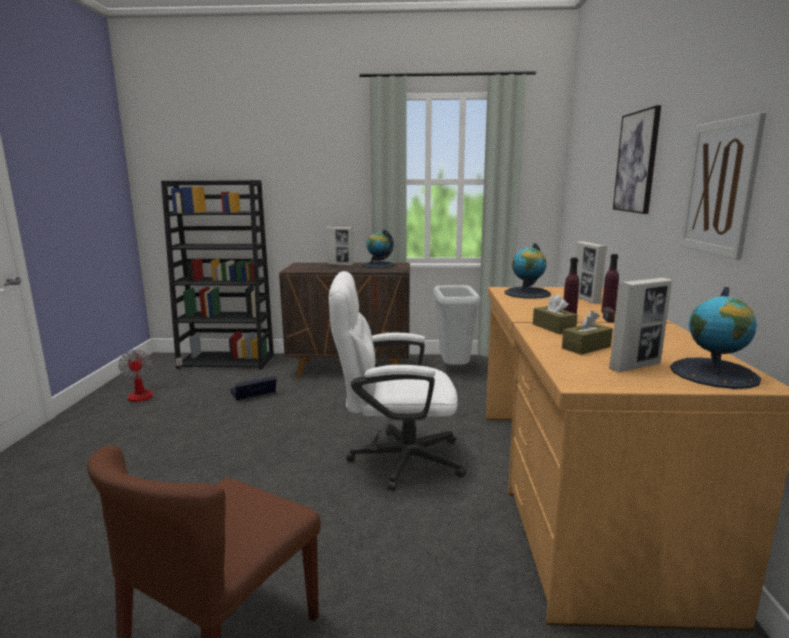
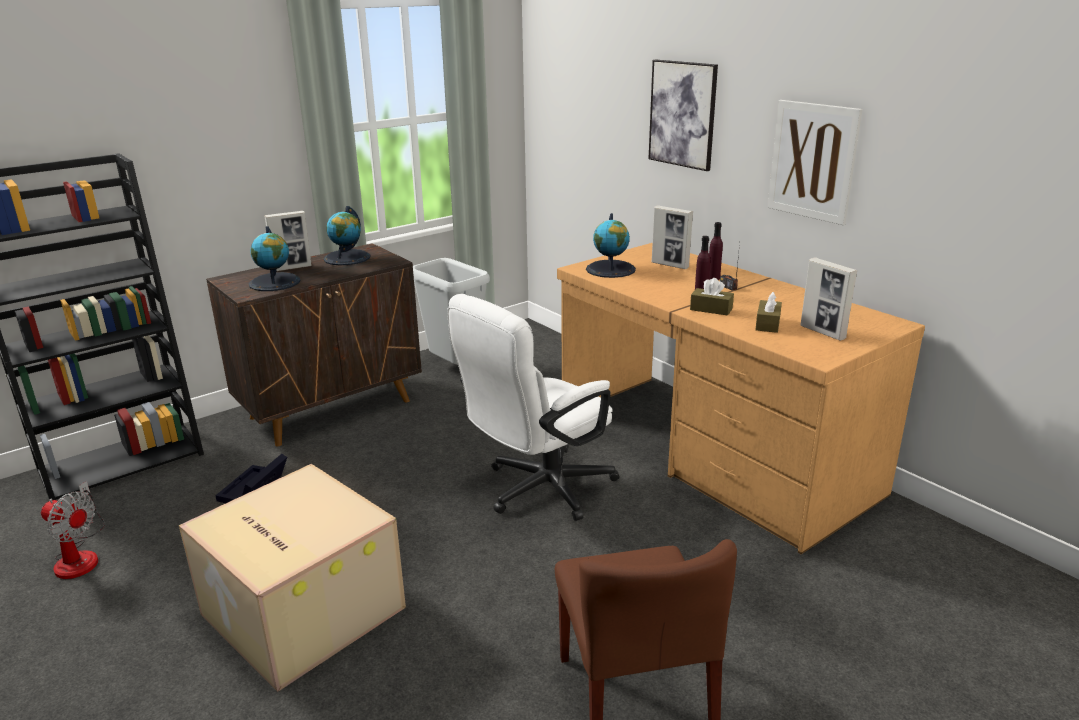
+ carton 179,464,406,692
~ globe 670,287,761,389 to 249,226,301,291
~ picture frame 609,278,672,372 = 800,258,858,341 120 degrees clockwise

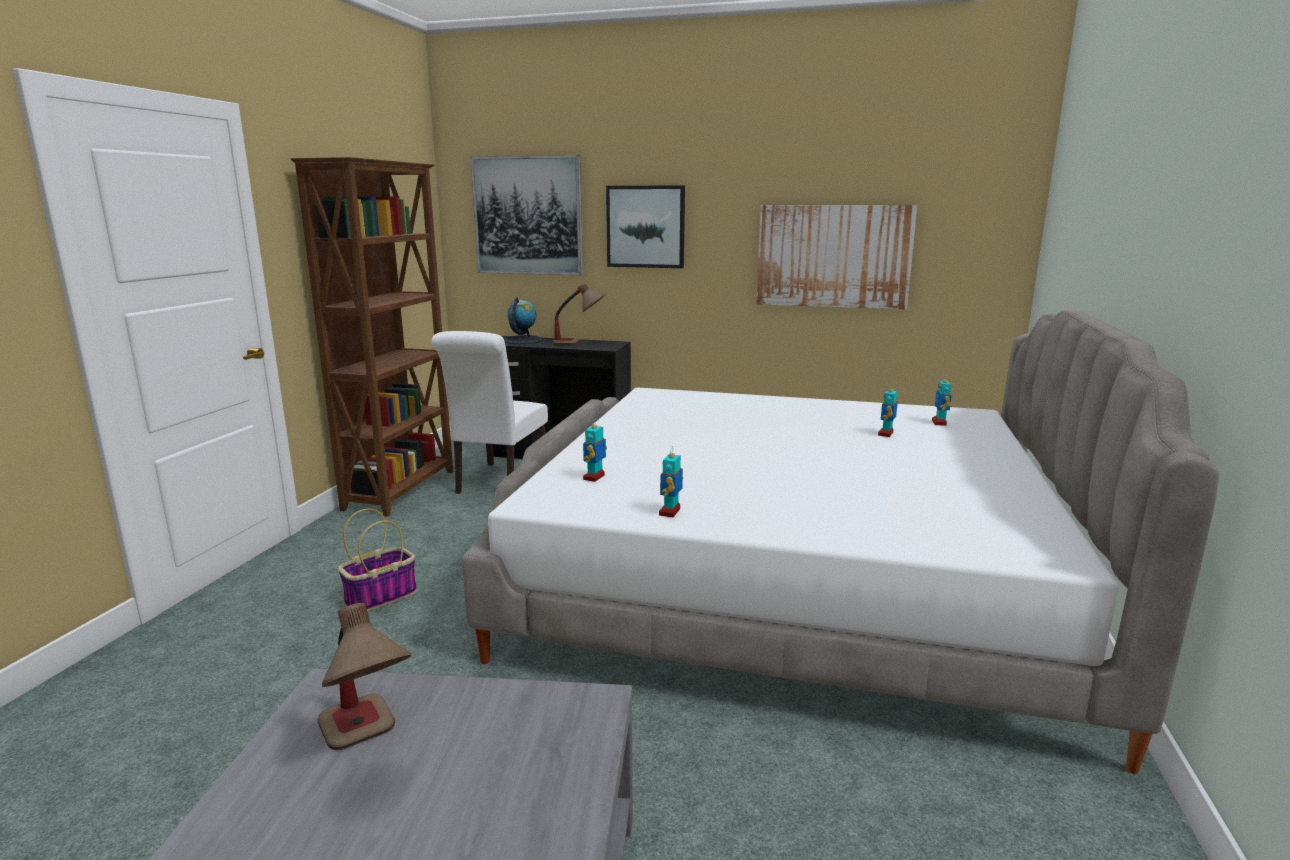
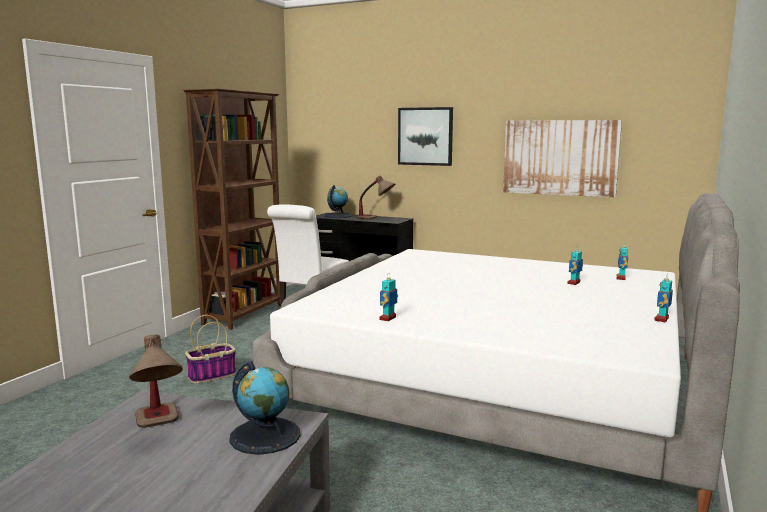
- wall art 470,155,583,275
+ globe 229,361,301,455
~ model robot 583,418,607,482 to 654,274,673,322

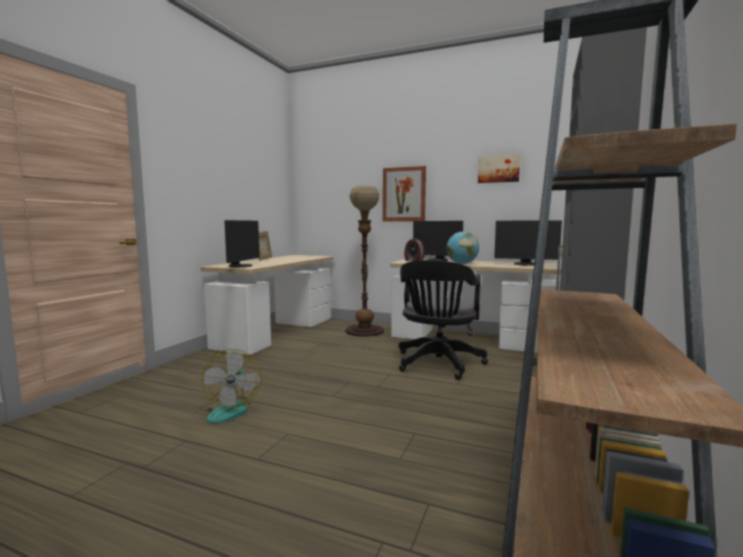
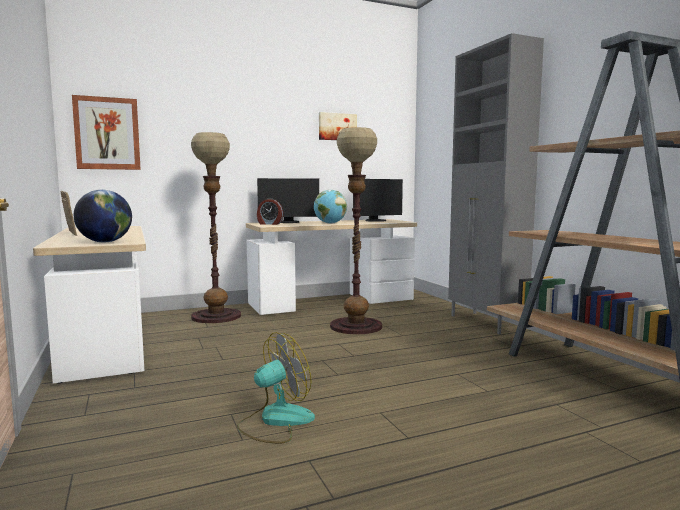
~ wall art 383,166,426,222 to 72,95,141,170
~ computer display 224,220,260,267 to globe 74,190,132,243
~ blackish office chair 398,260,488,380 to floor lamp 330,127,382,334
~ cooling fan 199,349,262,424 = 237,332,315,443 75 degrees counterclockwise

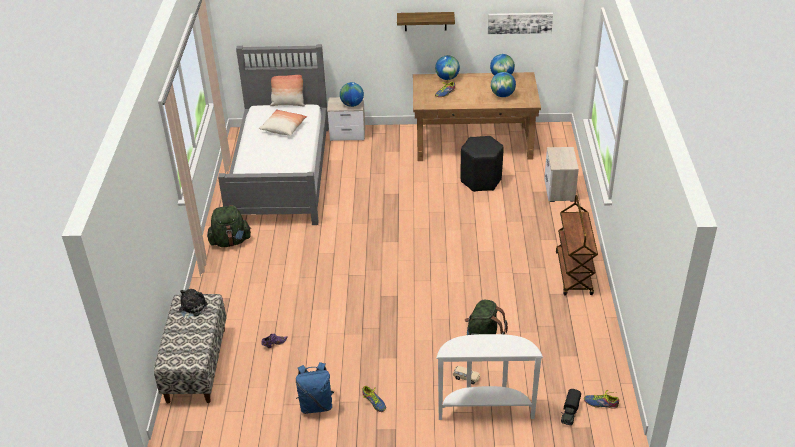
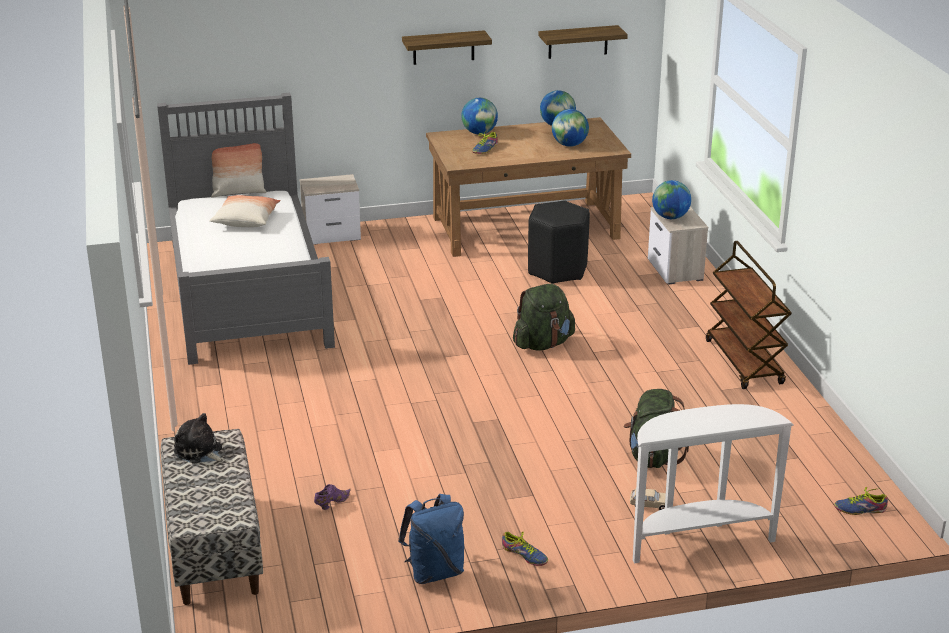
- toy lorry 561,389,581,425
~ green-coloured backpack 207,205,251,247 to 513,284,575,351
~ globe 340,82,364,107 to 652,180,691,219
~ wall art 488,13,553,34 to shelf 539,25,628,59
~ cuddly toy 179,289,207,322 = 173,413,225,464 60 degrees counterclockwise

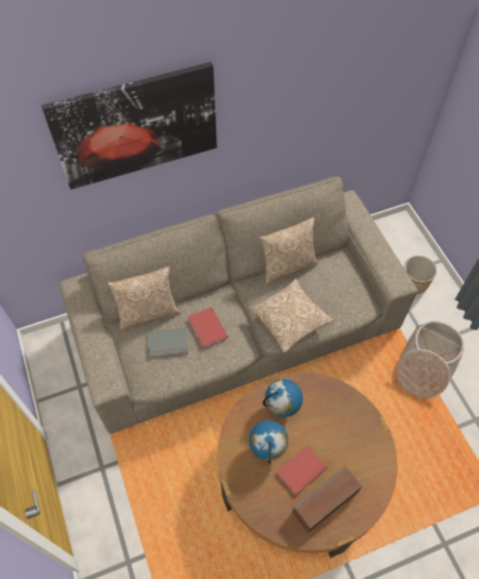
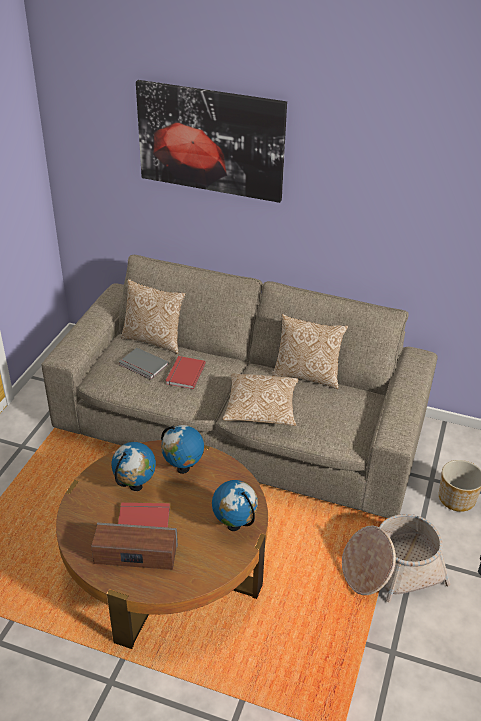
+ globe 212,480,258,531

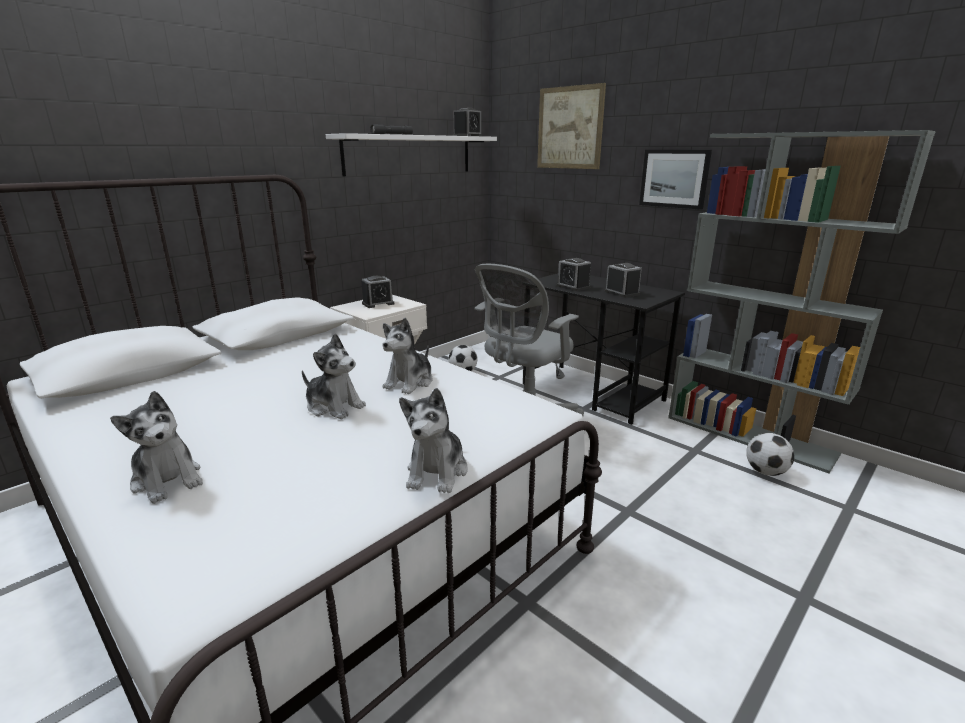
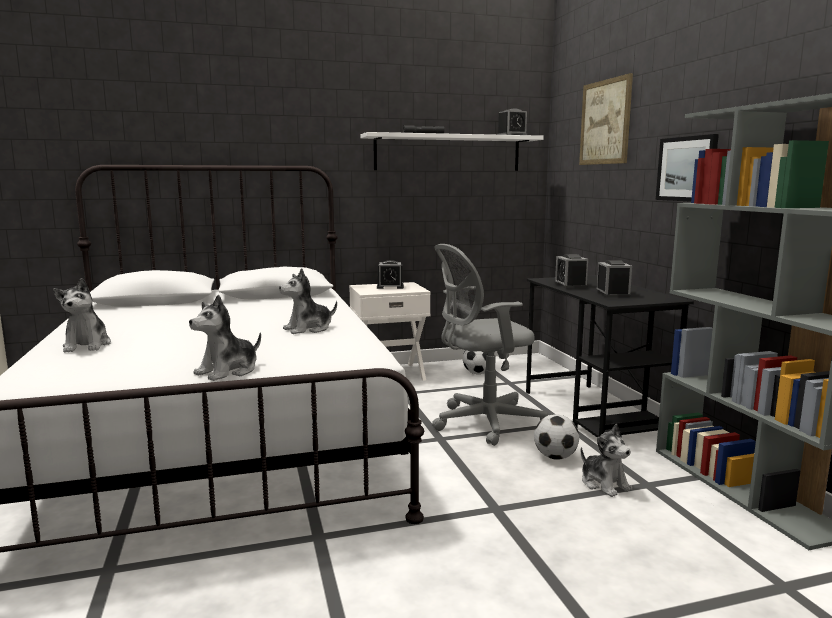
~ cuddly toy 302,333,366,419 to 581,424,632,497
~ ball for football 746,433,794,476 to 534,414,579,460

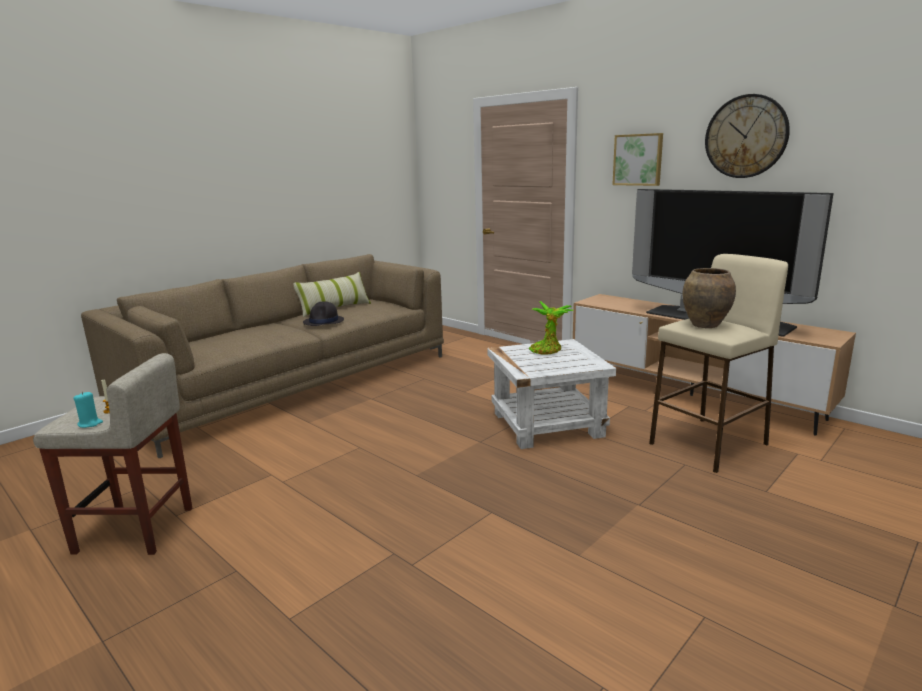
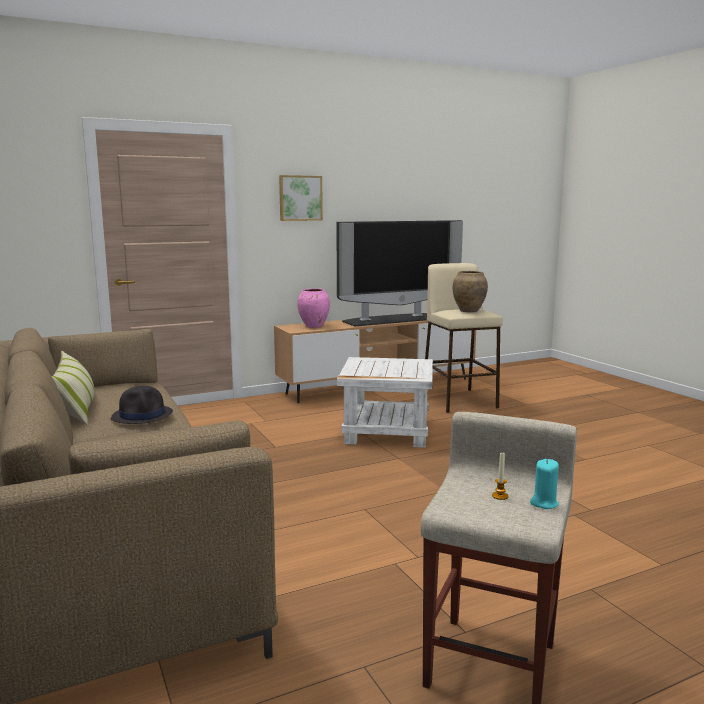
- plant in a pot 529,301,573,354
- wall clock 705,94,790,178
+ pink decorative vase 297,288,330,328

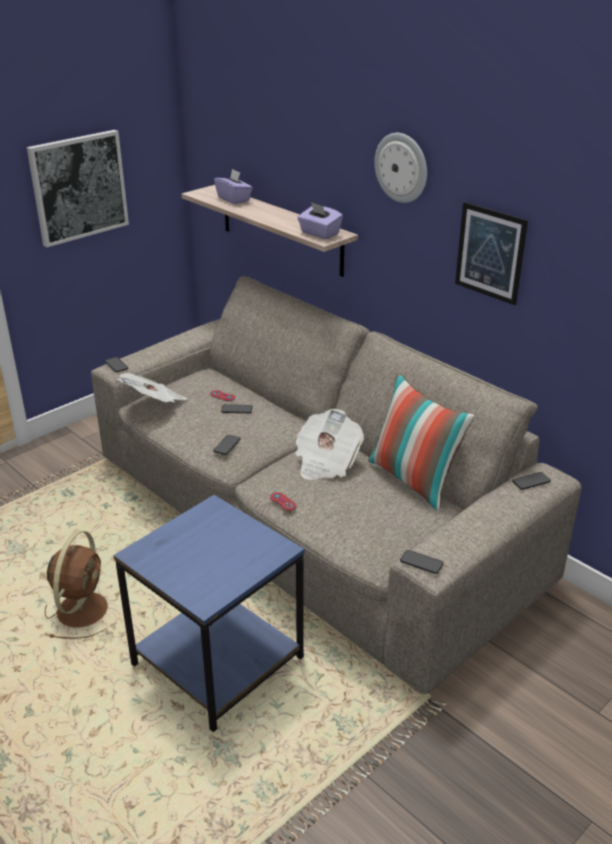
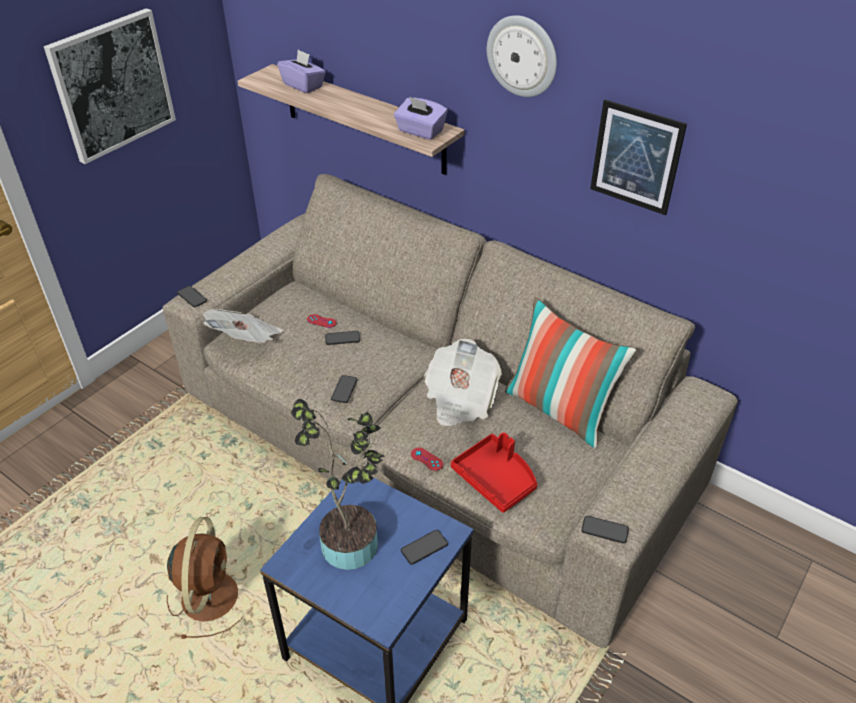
+ plant in a pot 291,399,385,570
+ reddish tray 451,432,537,513
~ phone 512,472,551,490 to 401,530,448,565

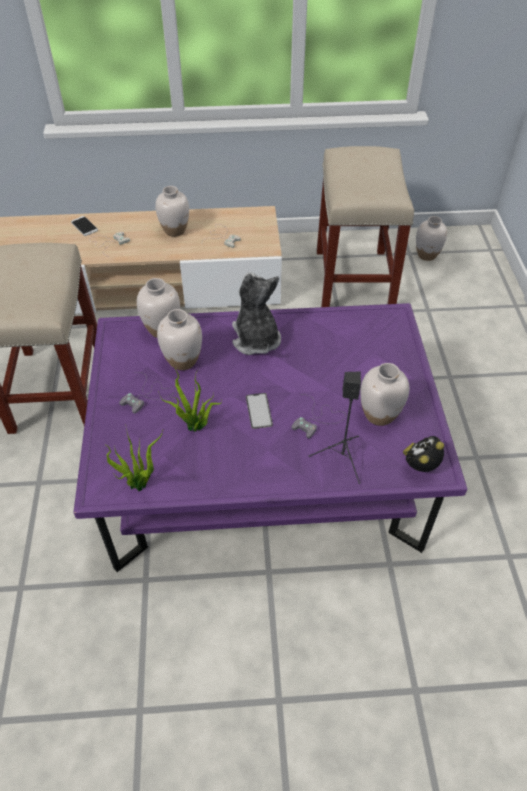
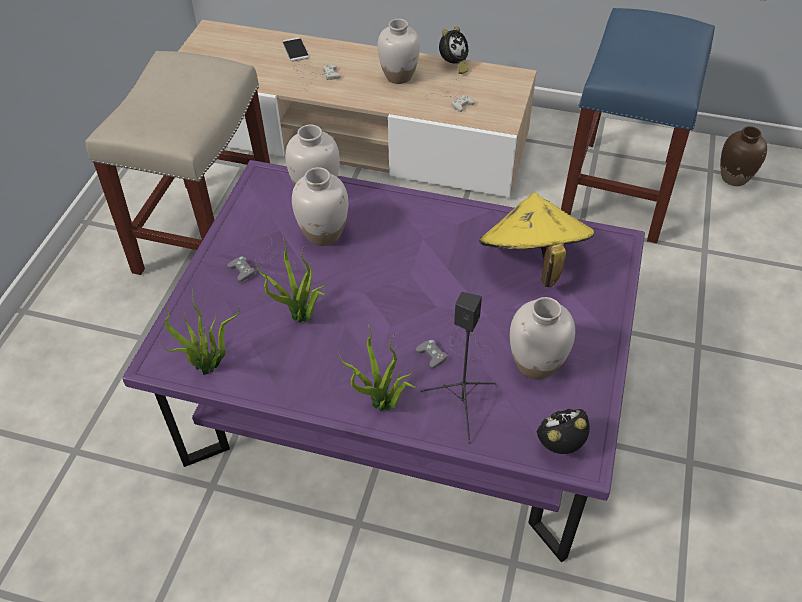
- cuddly toy 232,272,281,355
- phone 246,393,273,429
+ plant in a pot 338,324,417,411
+ alarm clock 439,27,469,74
+ yellowish clothing hat 479,193,594,287
~ beige stool seat 317,146,414,307 to bluish stool seat 561,8,715,243
~ whitish decorative vase 416,216,447,261 to brown decorative vase 720,126,767,186

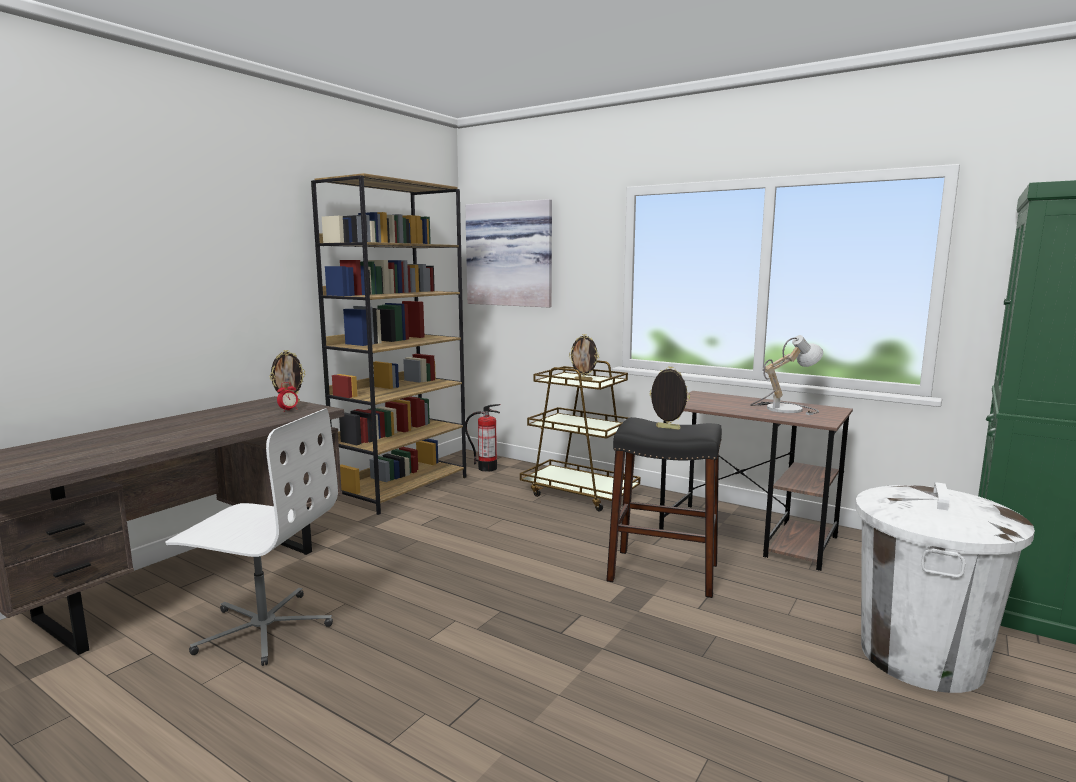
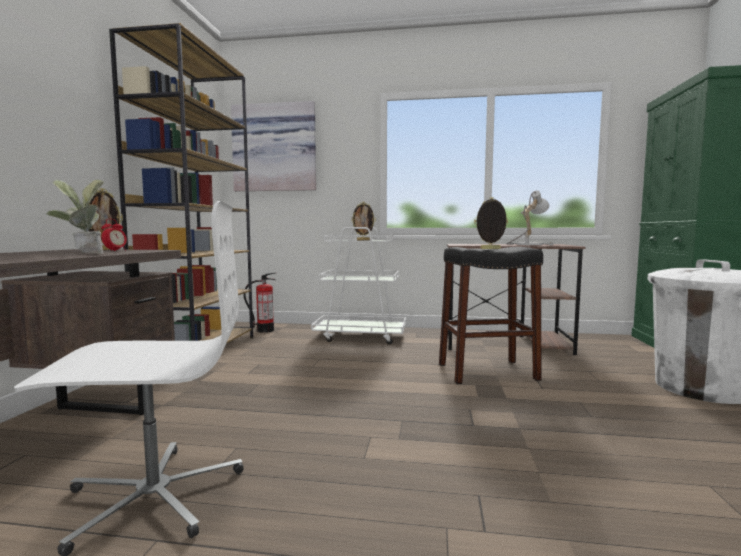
+ plant in a pot 46,180,104,254
~ brown trolley 520,360,640,511 to whitish trolley 311,227,406,345

